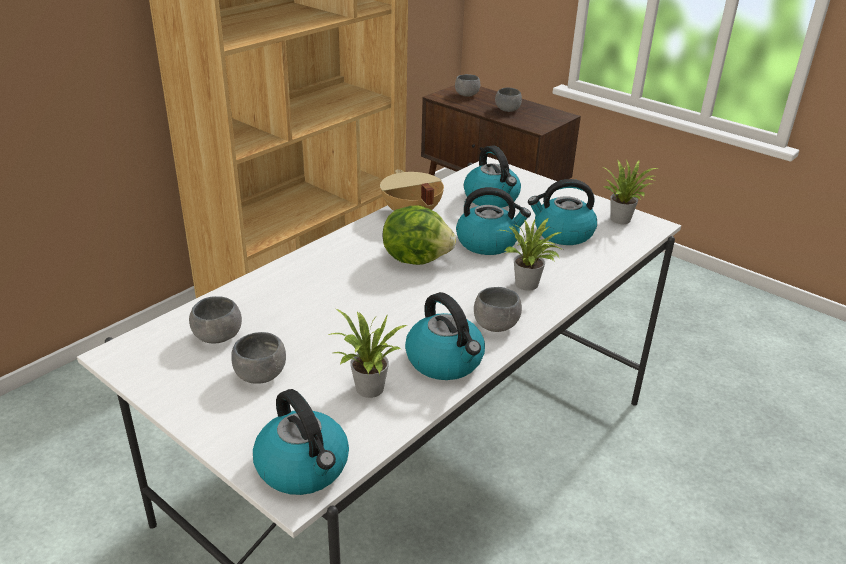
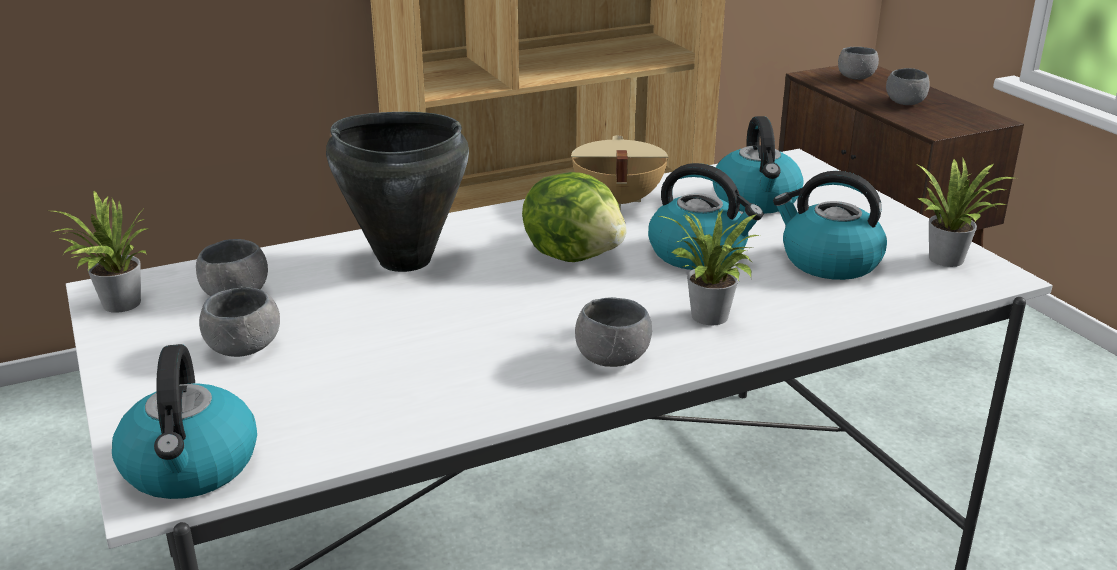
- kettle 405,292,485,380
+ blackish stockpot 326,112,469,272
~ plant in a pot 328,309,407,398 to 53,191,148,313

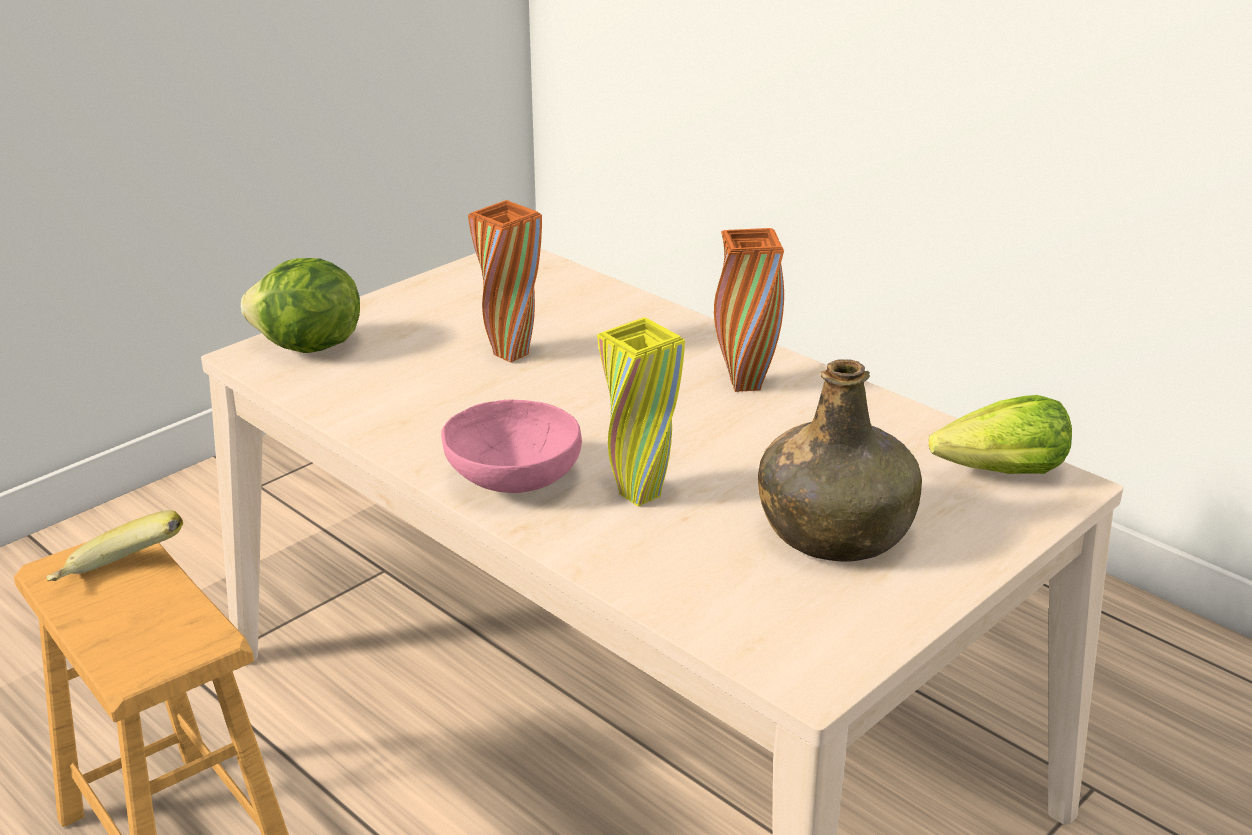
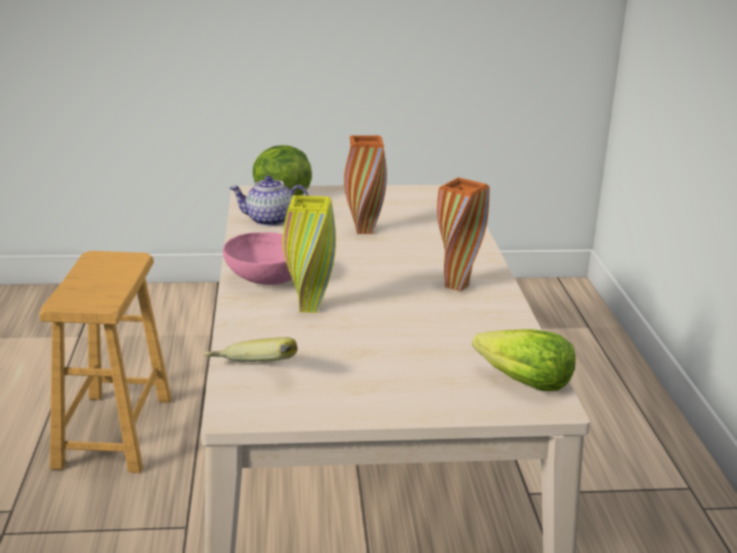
- green-coloured beverage bottle 758,359,922,562
+ tea pot 229,176,309,226
~ banana 46,510,183,581 to 204,337,297,362

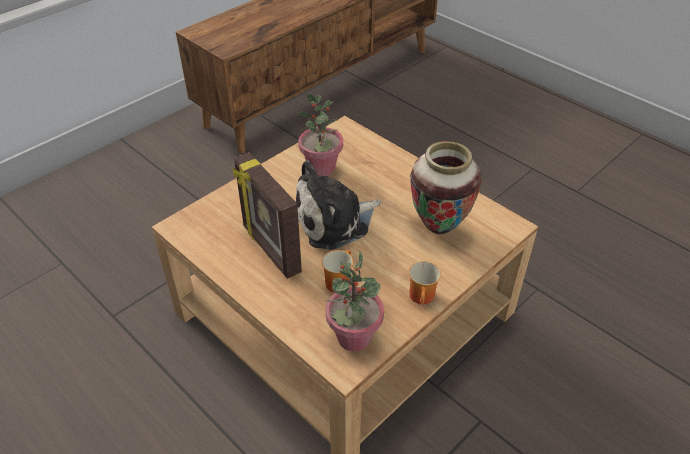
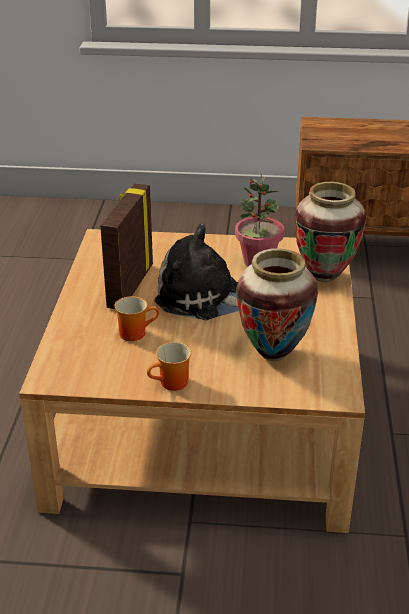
- plant in a pot 325,251,384,352
+ decorative vase 294,182,366,282

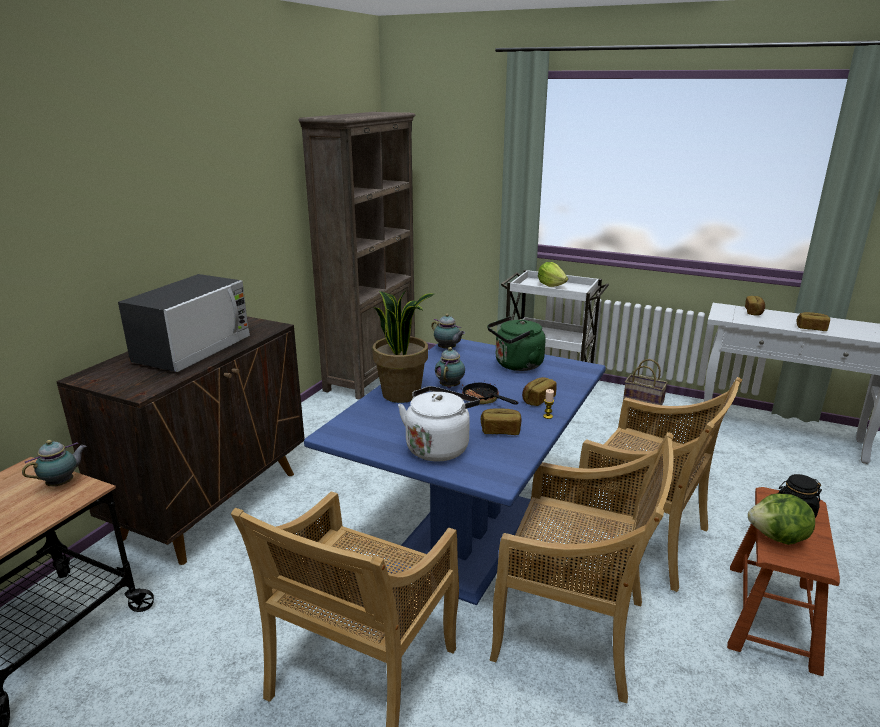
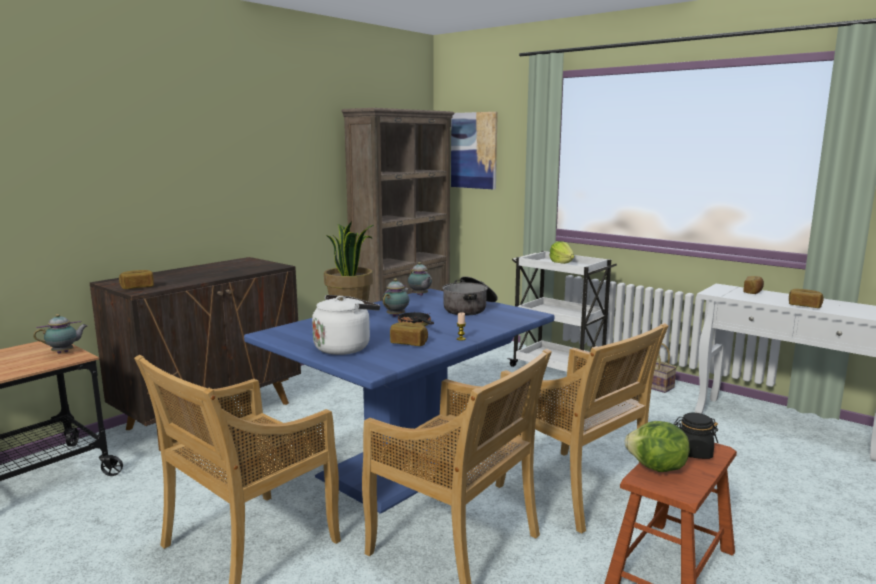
- microwave 118,274,250,372
+ wall art 451,112,498,190
~ bread 522,377,557,406 to 119,270,154,289
~ green-coloured kettle 487,316,546,371 to stockpot 442,276,498,316

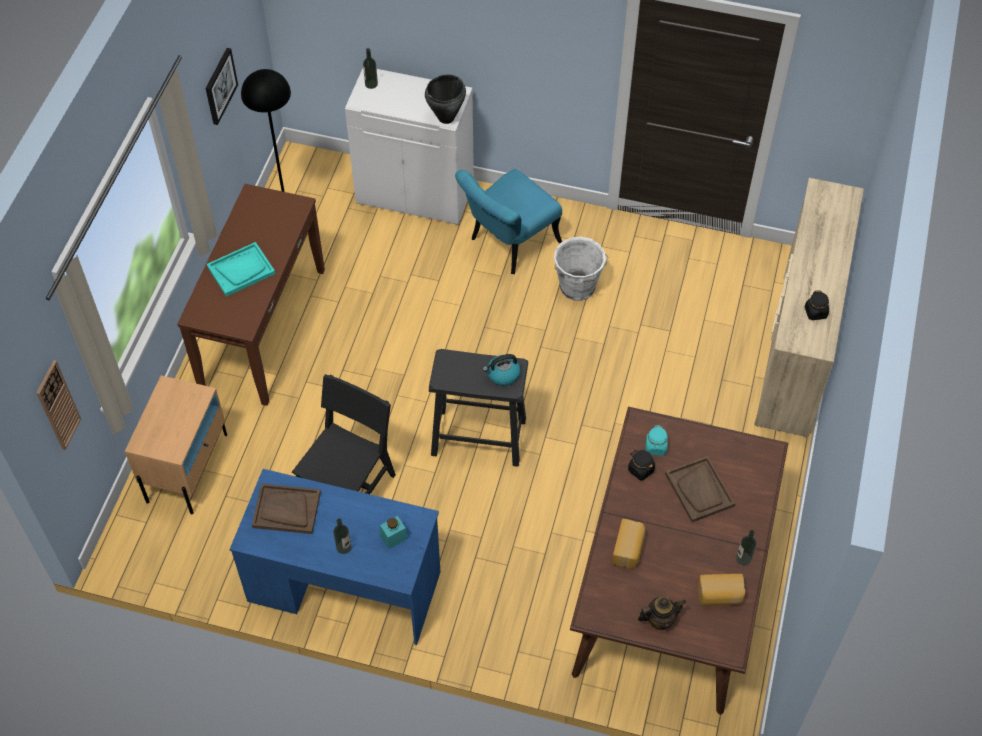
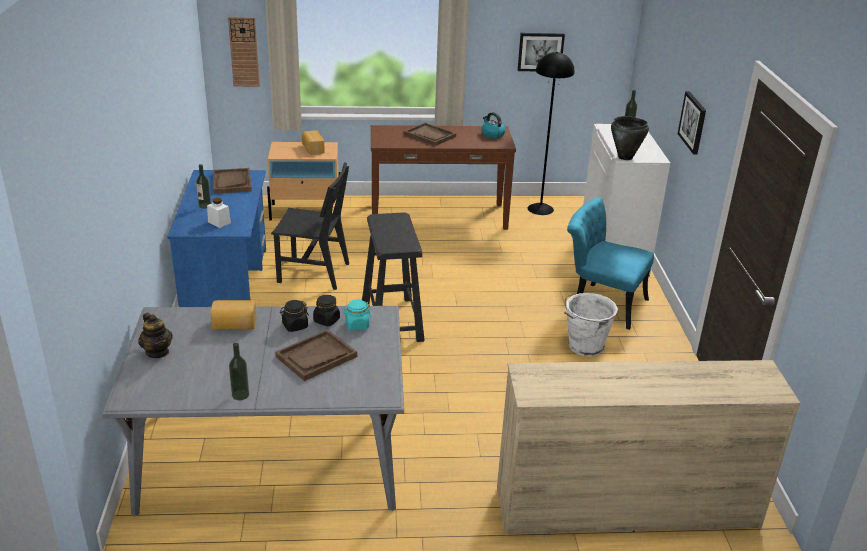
+ wall art 678,91,706,154
~ kettle 483,354,521,386 to 481,112,506,138
~ bread 698,574,745,606 to 302,130,325,155
~ blackish preserve jar 805,290,829,320 to 280,300,309,332
~ turquoise-coloured tray 207,242,275,297 to brown tray 404,122,456,146
~ turquoise-coloured preserve jar 380,516,408,549 to whitish preserve jar 207,198,231,228
~ brown dinner table 570,407,788,715 to gray dinner table 102,306,404,517

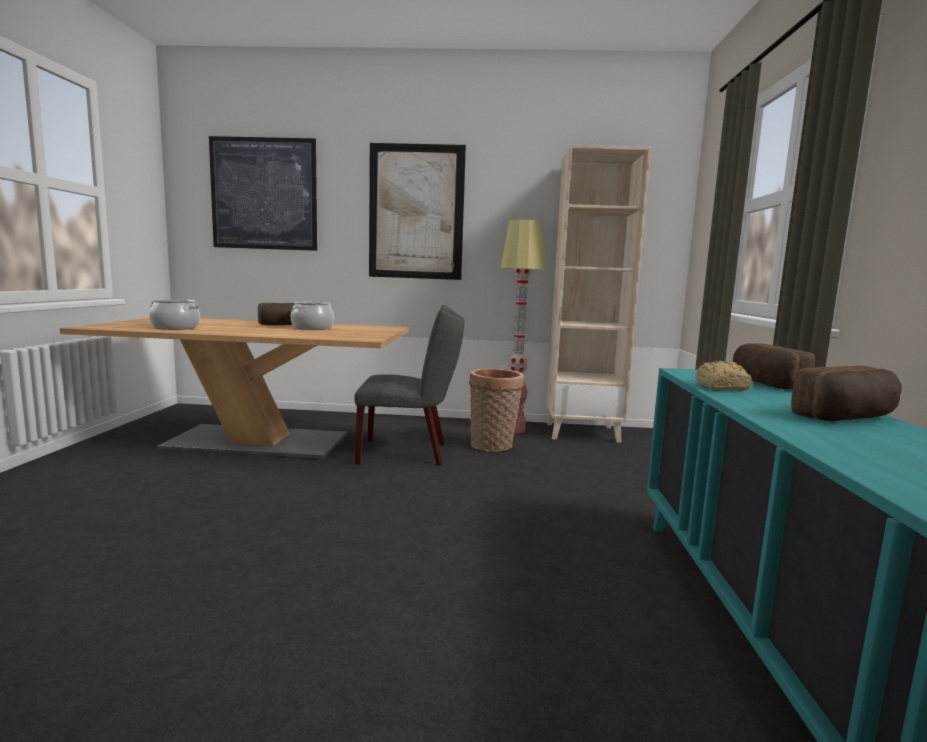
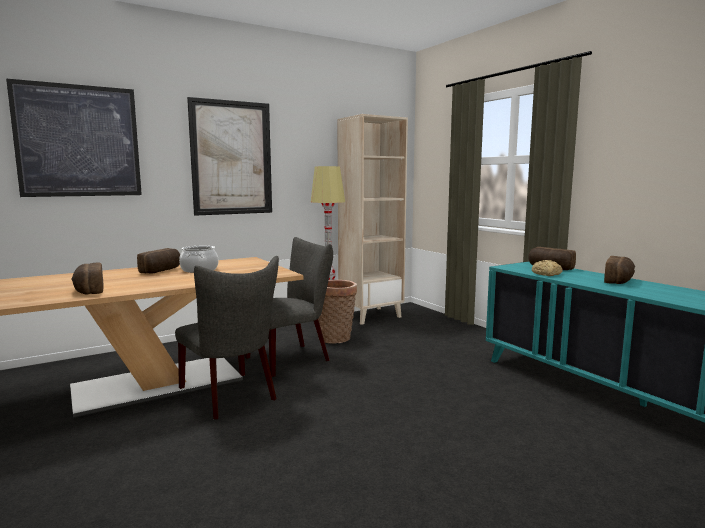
+ gray upright chair 175,256,279,419
~ stockpot 149,299,200,330 to bread 72,262,103,294

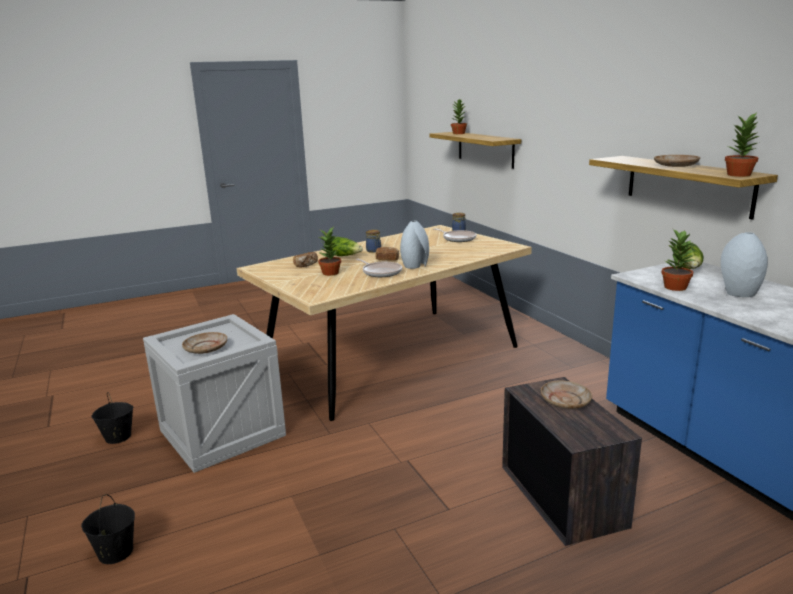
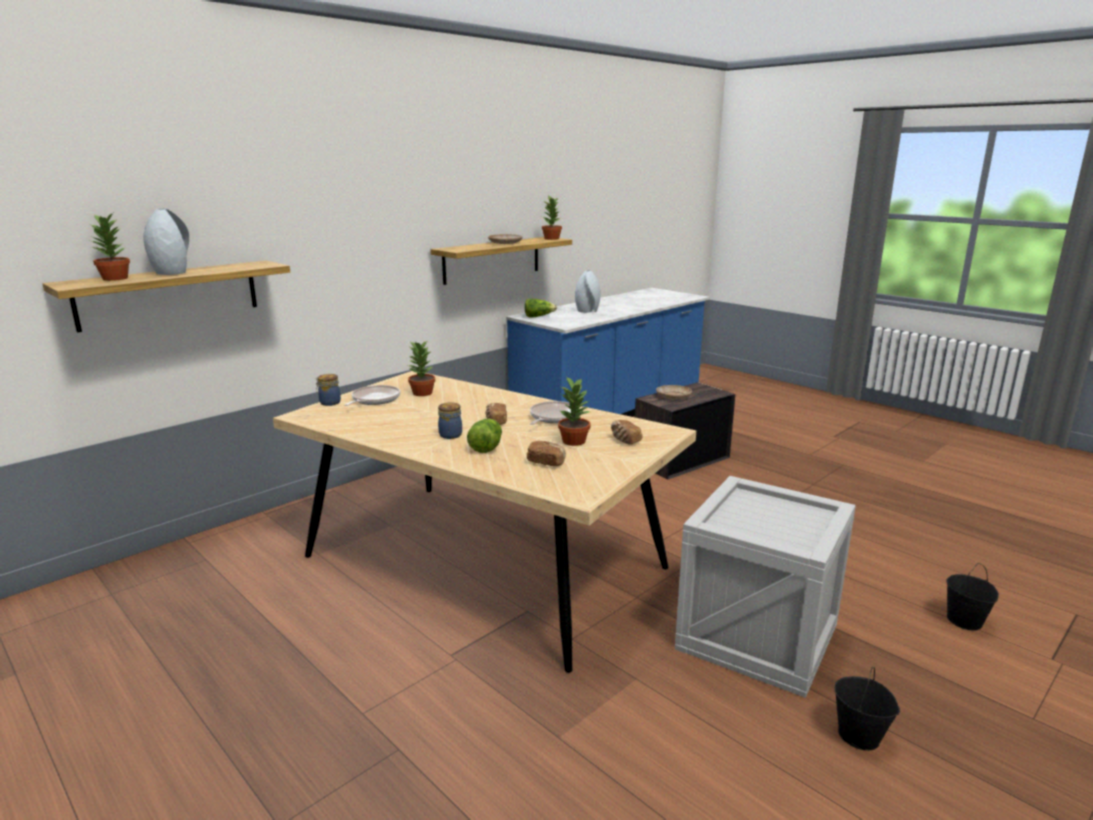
- beige flat dish 182,332,227,354
+ bread 611,420,643,445
~ gray decorative vase 400,221,429,269 to 143,208,189,275
~ plant in a pot 661,229,695,291 to 408,340,435,396

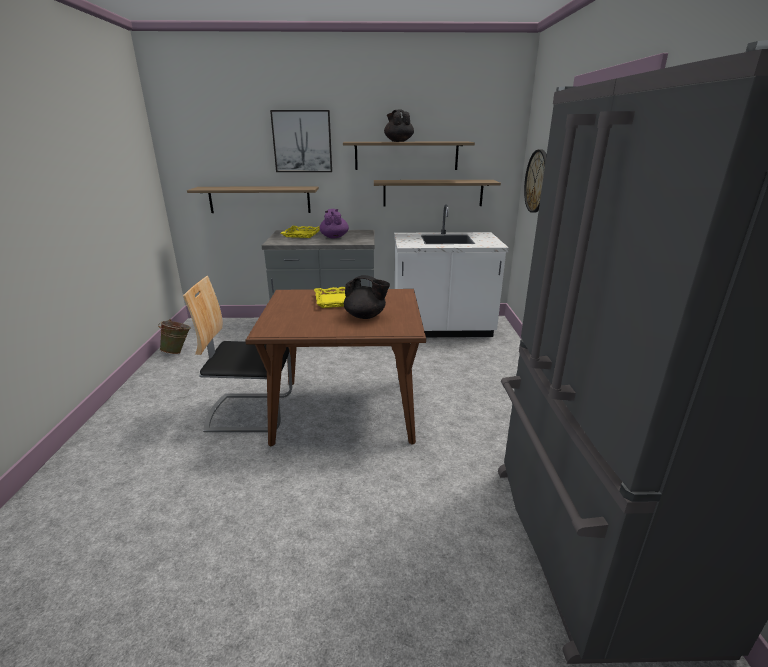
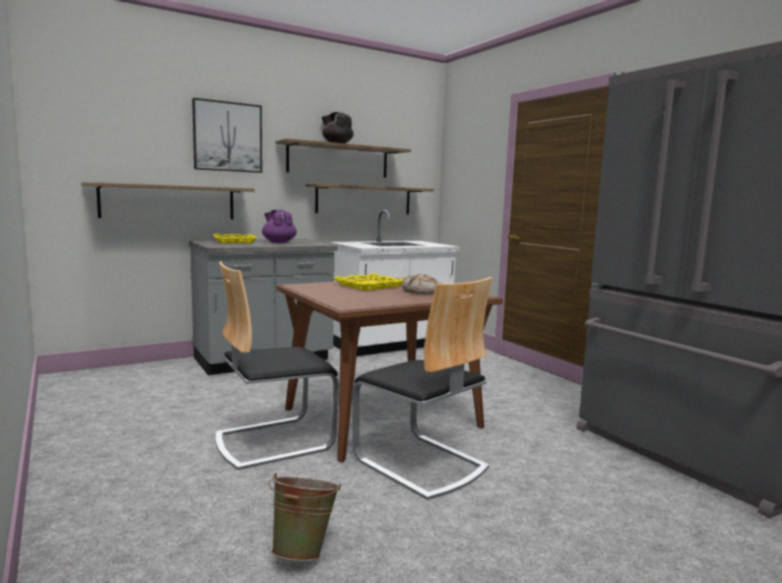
- wall clock 524,149,547,213
+ upright chair 352,277,492,500
~ green-coloured pail 158,319,191,354 to 269,473,341,561
~ blackish tea pot 344,275,390,319 to bread 403,274,439,294

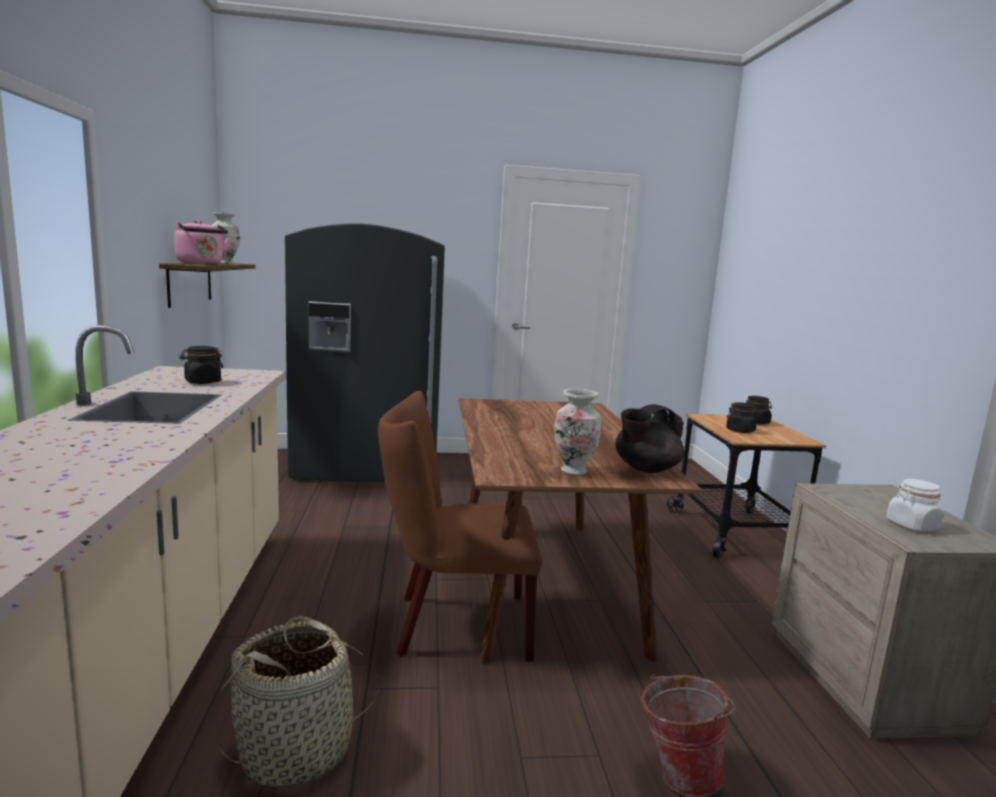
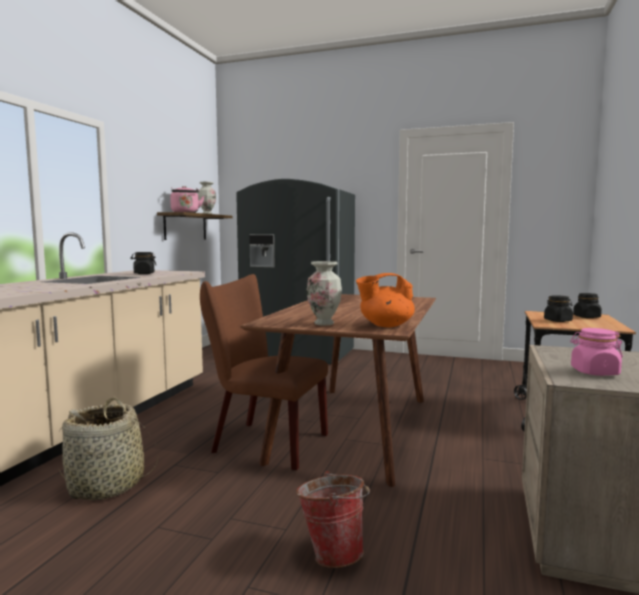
~ blackish tea pot 615,404,684,473 to orangey tea pot 356,273,415,327
~ whitish preserve jar 886,479,943,531 to pink preserve jar 570,328,623,376

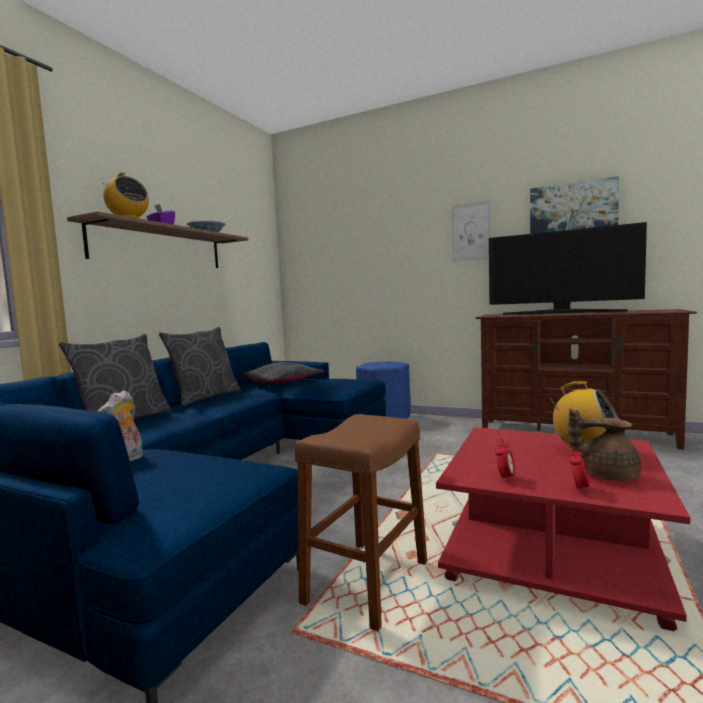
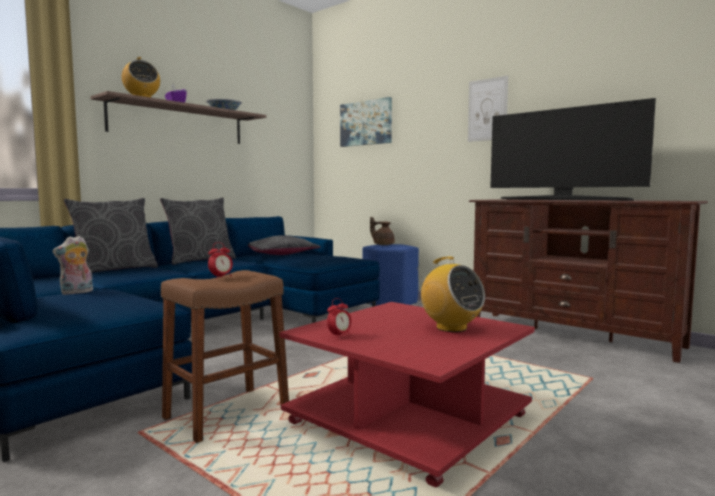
~ wall art 530,176,619,234 to 340,97,392,147
~ brown tea pot 569,408,641,481 to 370,217,395,245
~ alarm clock 569,446,590,494 to 208,242,233,277

